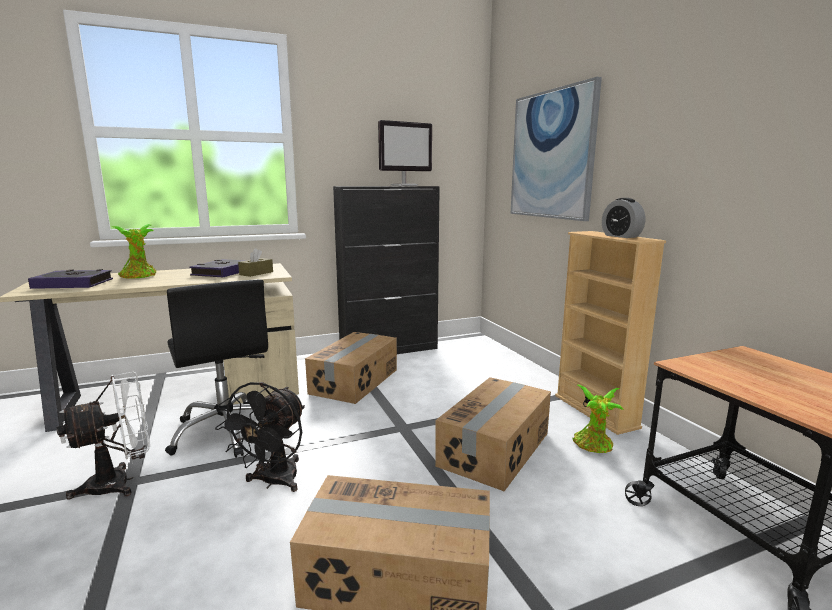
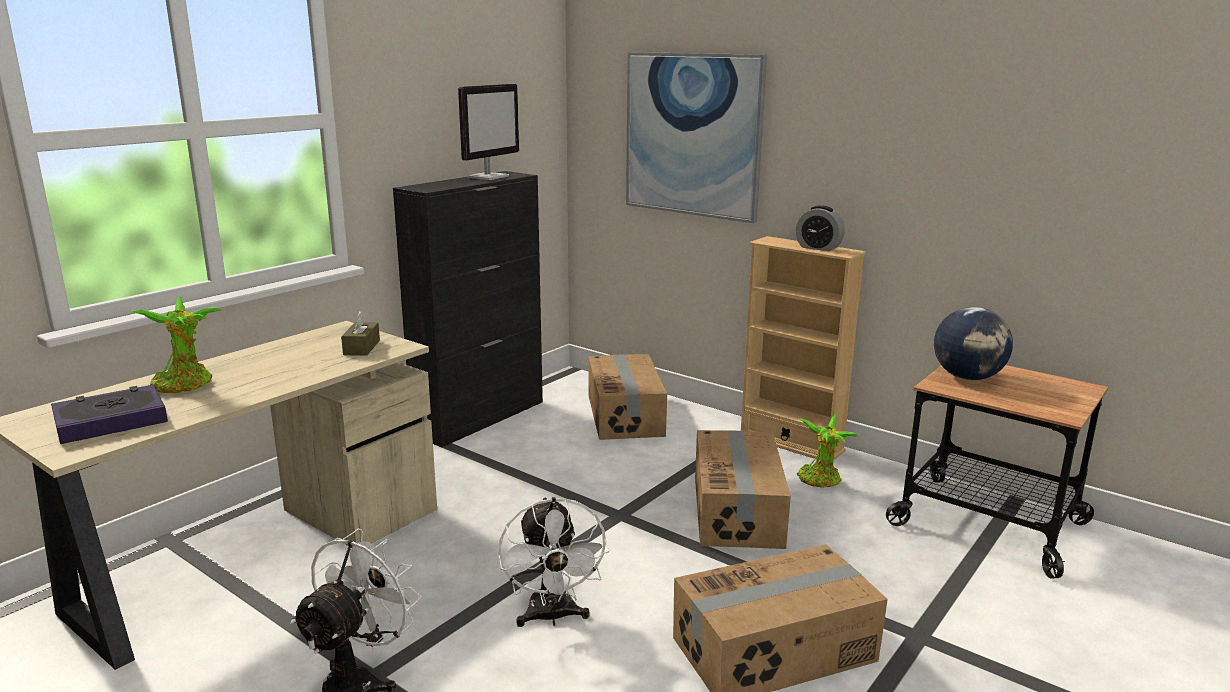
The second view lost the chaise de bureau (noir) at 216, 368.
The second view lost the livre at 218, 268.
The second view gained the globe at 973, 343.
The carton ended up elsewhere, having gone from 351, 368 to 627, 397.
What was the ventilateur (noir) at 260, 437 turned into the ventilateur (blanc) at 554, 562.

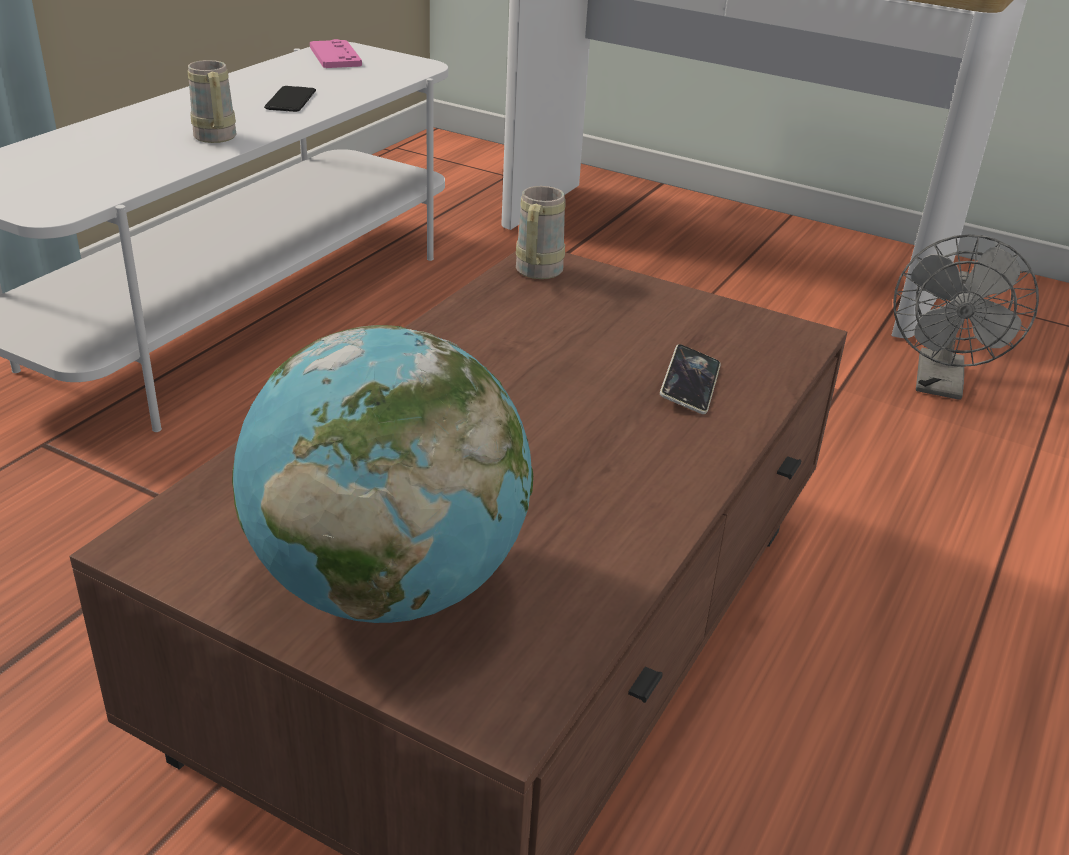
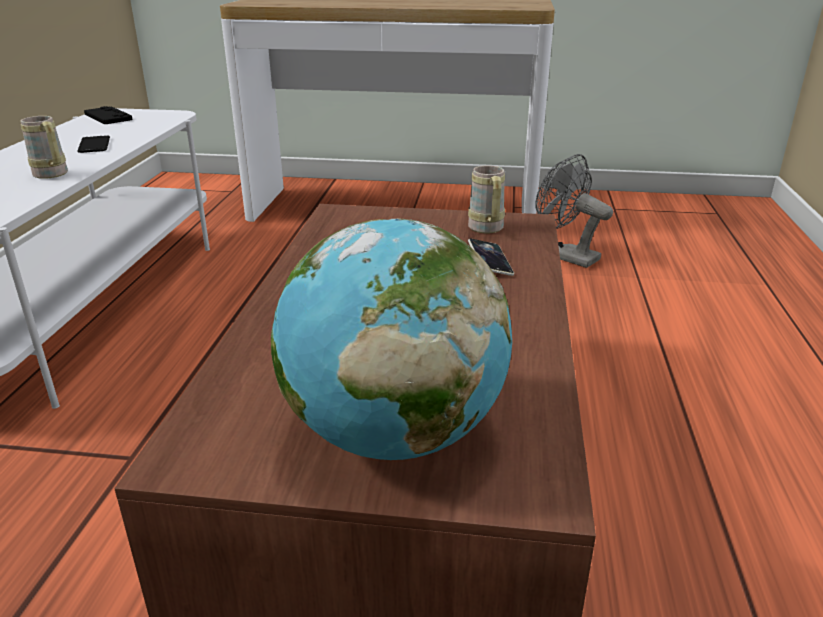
The mug (beige) ended up elsewhere, having gone from 540, 232 to 486, 199.
What was the manette (rose) at 336, 53 turned into the manette (noir) at 108, 115.
The ventilateur (gris) at 966, 317 ended up facing another way, 135 degrees clockwise from before.

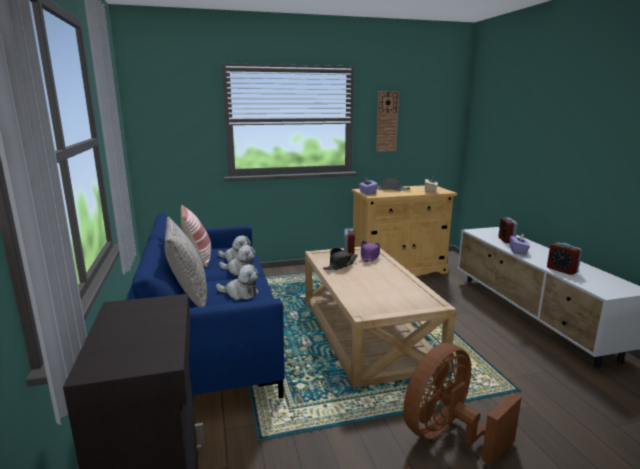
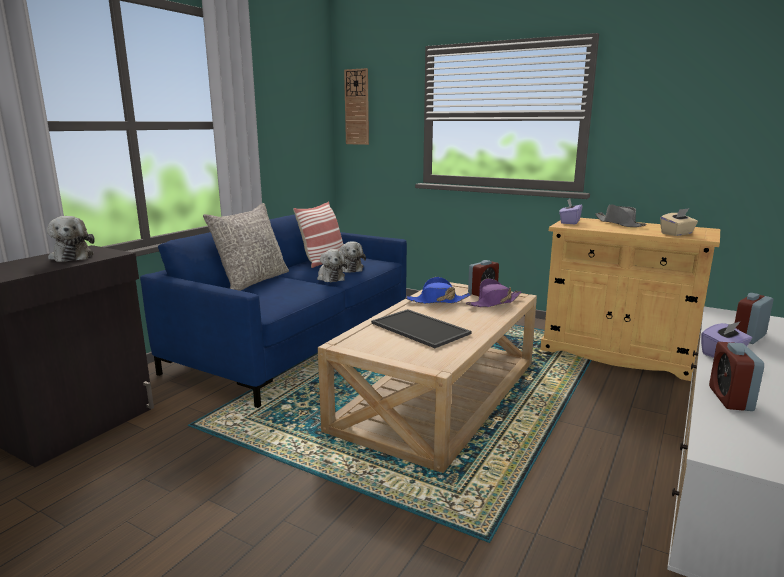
The second view lost the ventilateur (marron) at 462, 404.
The second view gained the plateau at 421, 328.
The peluche ended up elsewhere, having gone from 237, 282 to 71, 239.
The horloge murale ended up elsewhere, having gone from 387, 121 to 356, 106.
What was the chapeau (noir) at 340, 259 turned into the chapeau (bleu) at 438, 290.

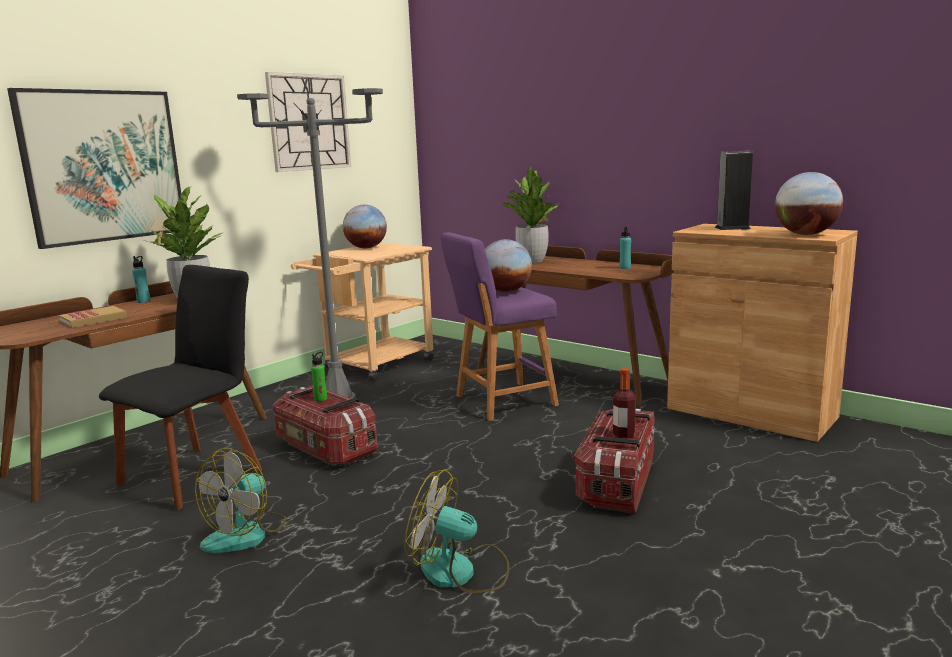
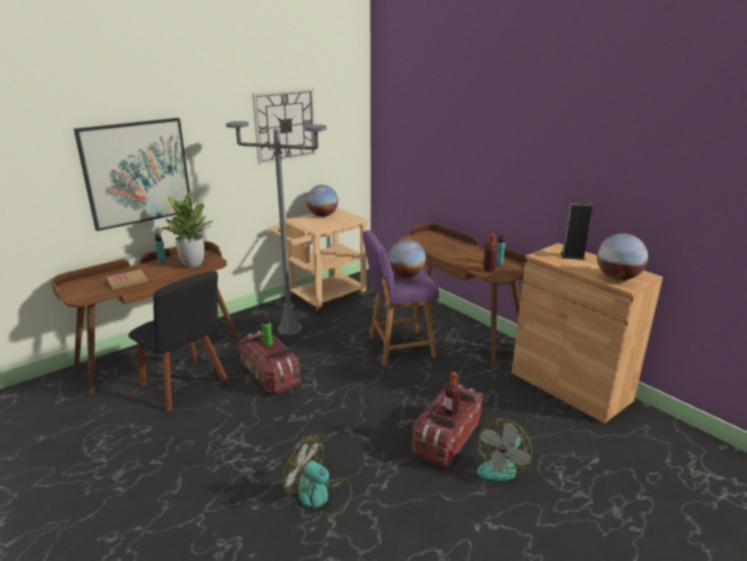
The second view lost the plante en pot at 530, 215.
The second view gained the bouteille at 490, 253.
The ventilateur ended up elsewhere, having gone from 240, 500 to 504, 449.
The chaise (noir) at 180, 387 ended up facing another way, 90 degrees clockwise from before.

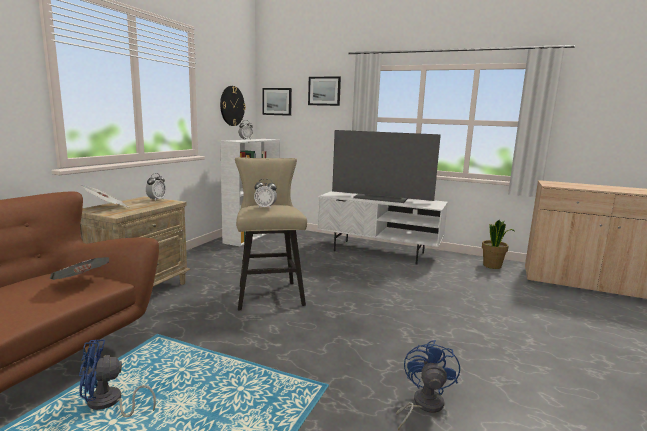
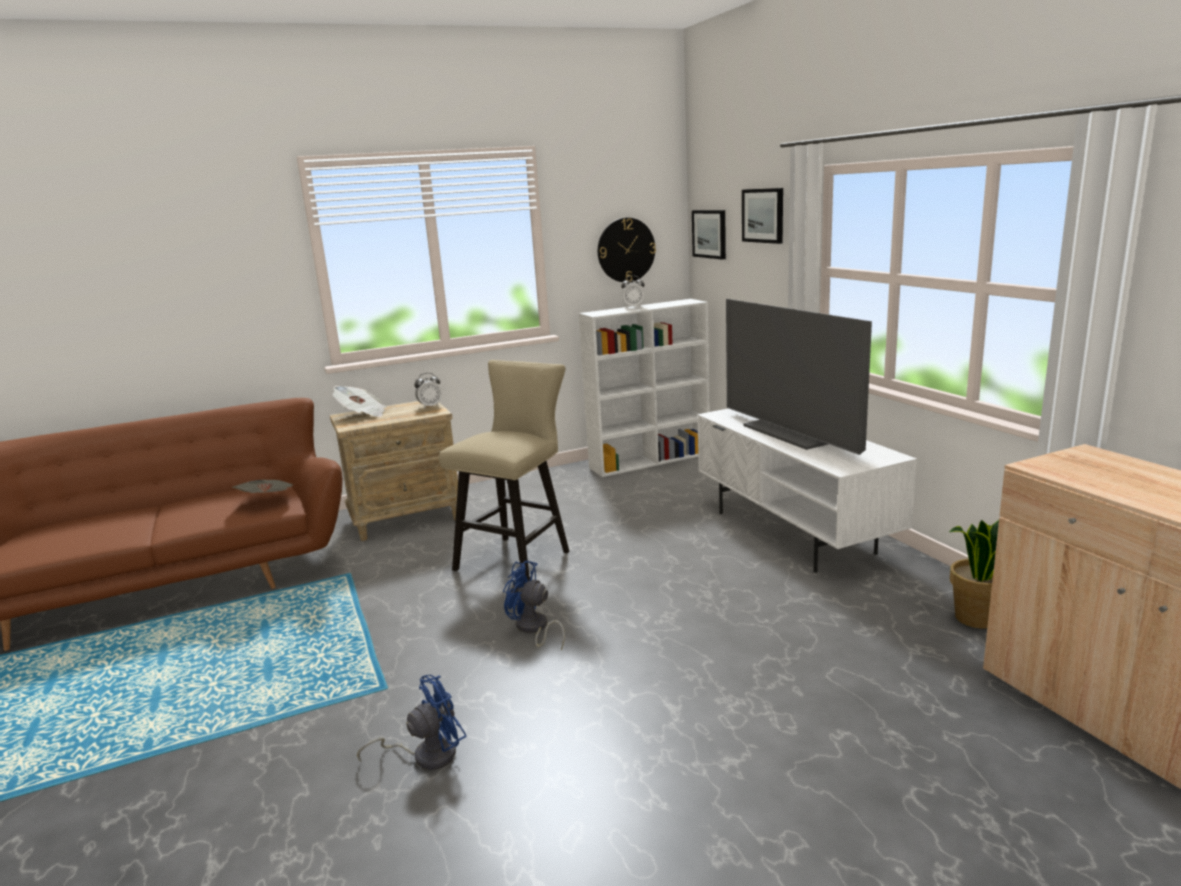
The second view lost the réveil at 265, 193.
The ventilateur (bleu) ended up elsewhere, having gone from 117, 378 to 534, 605.

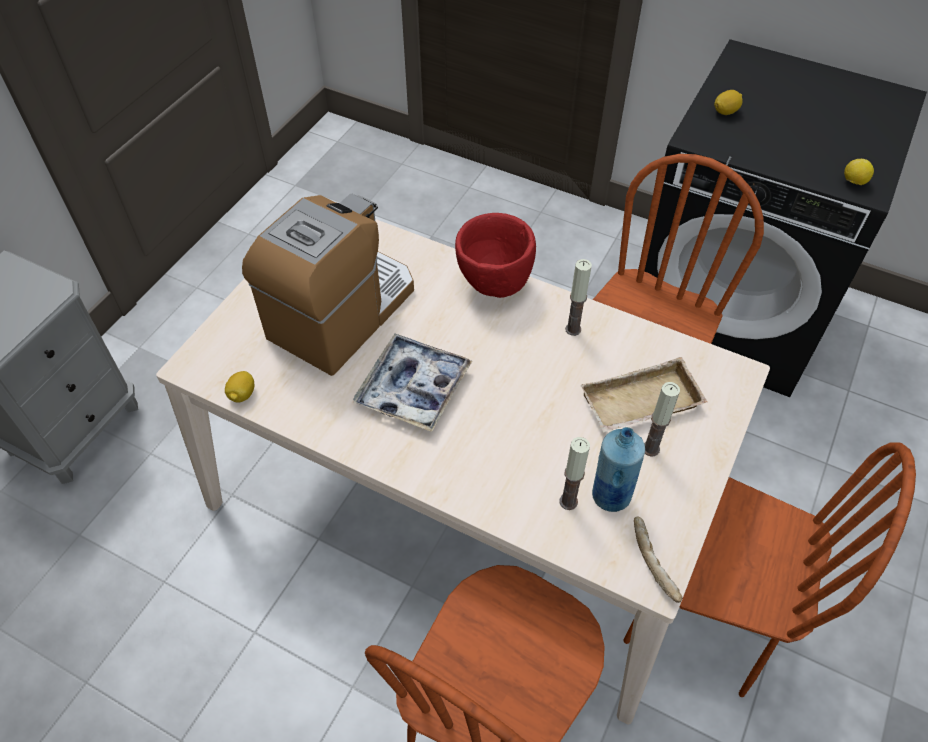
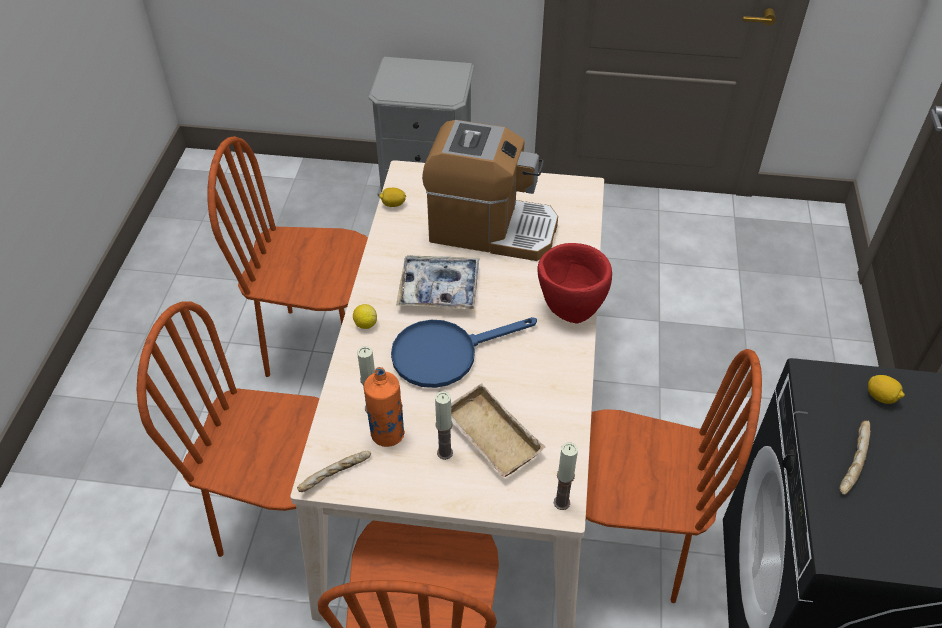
The second view gained the chaise (marron) at 288, 256.
The second view gained the poêle (bleu) at 464, 352.
The second view gained the pain at 855, 458.
The bougie ended up elsewhere, having gone from 578, 297 to 566, 476.
The citron ended up elsewhere, having gone from 859, 172 to 365, 316.
What was the bouteille (bleu) at 618, 469 turned into the bouteille (orange) at 384, 407.

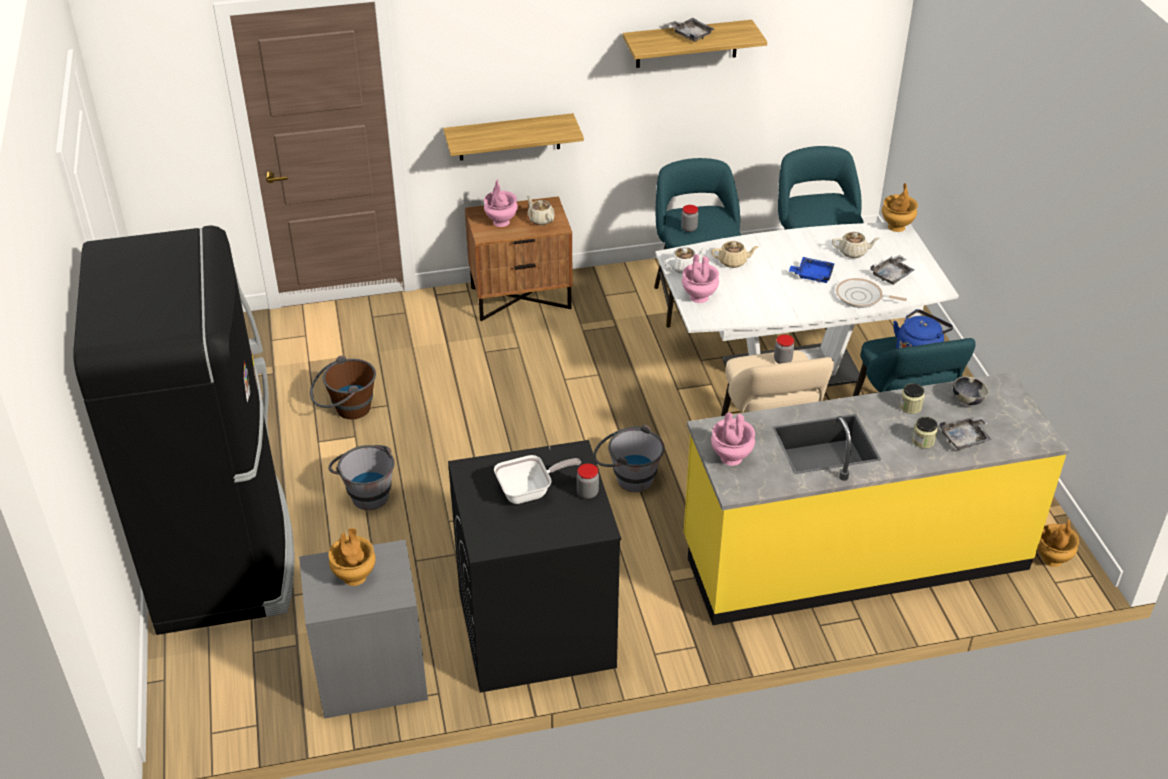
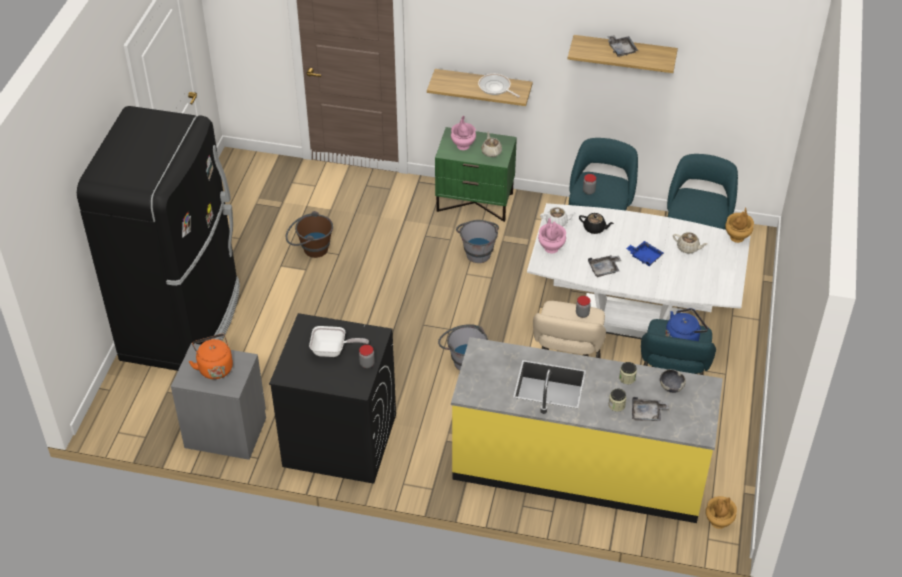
The second view lost the vase (rose) at 733, 439.
The seau (gris) ended up elsewhere, having gone from 362, 477 to 477, 241.
The poêle ended up elsewhere, having gone from 871, 293 to 499, 85.
The plateau (gris) ended up elsewhere, having gone from 892, 270 to 604, 266.
Where the vase (marron) stood at 352, 557, the bouilloire (orange) came to stand at 211, 356.
What was the table de chevet (marron) at 519, 258 turned into the table de chevet (vert) at 476, 174.
What was the théière (beige) at 735, 254 turned into the théière (noir) at 596, 223.

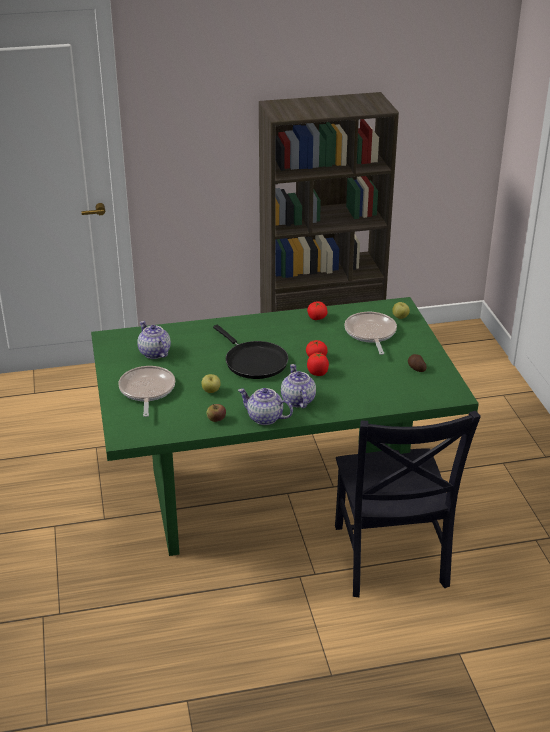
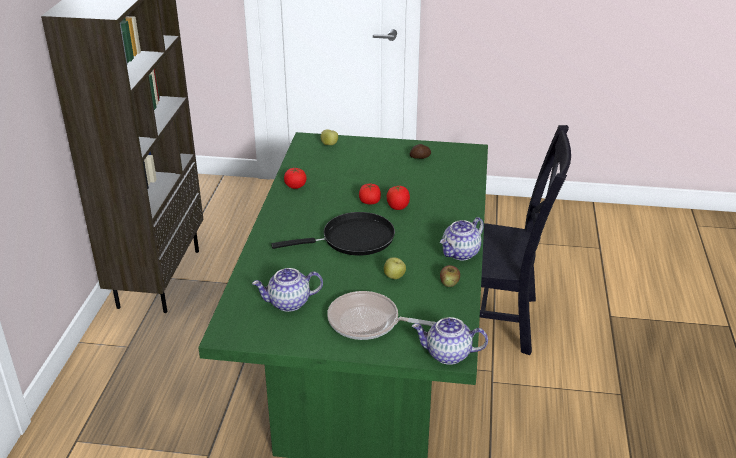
The second view lost the poêle at 371, 333.
The théière ended up elsewhere, having gone from 298, 386 to 450, 341.

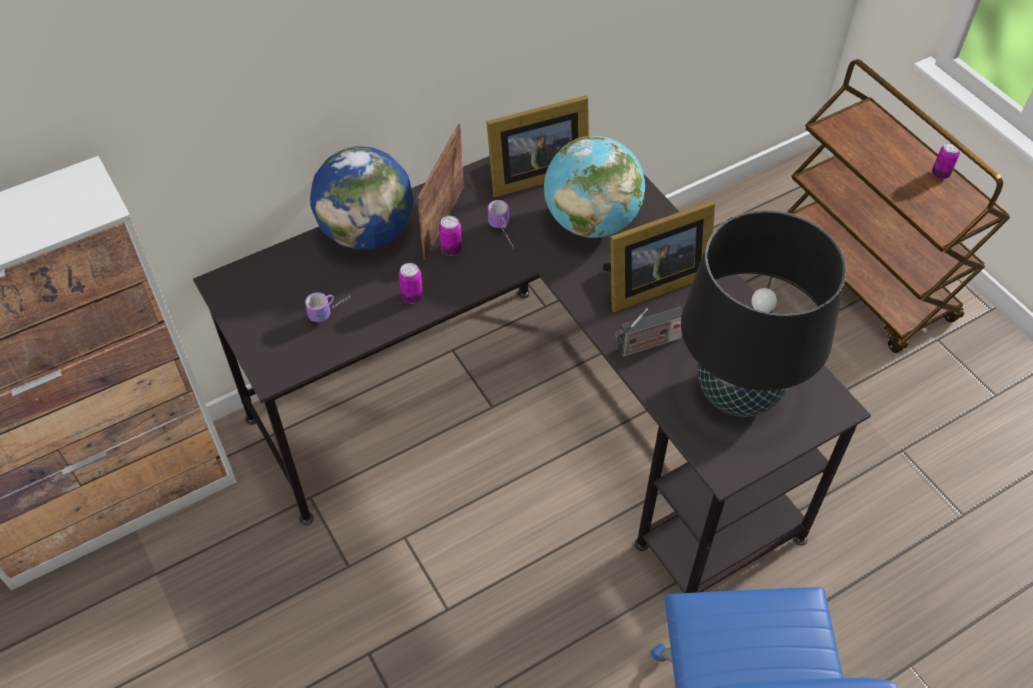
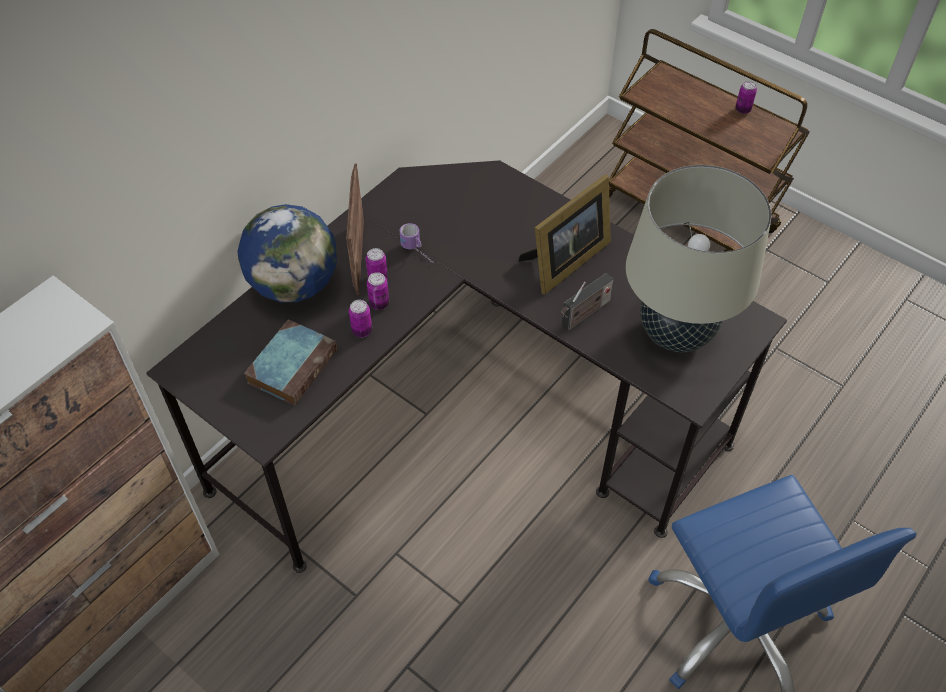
The second view lost the cadre photo at 537, 146.
The second view lost the globe at 594, 187.
The second view gained the boîte métallique at 378, 291.
Where the mug stood at 327, 307, the livre came to stand at 291, 362.
What was the lampe de table (noir) at 763, 313 turned into the lampe de table (beige) at 698, 258.

